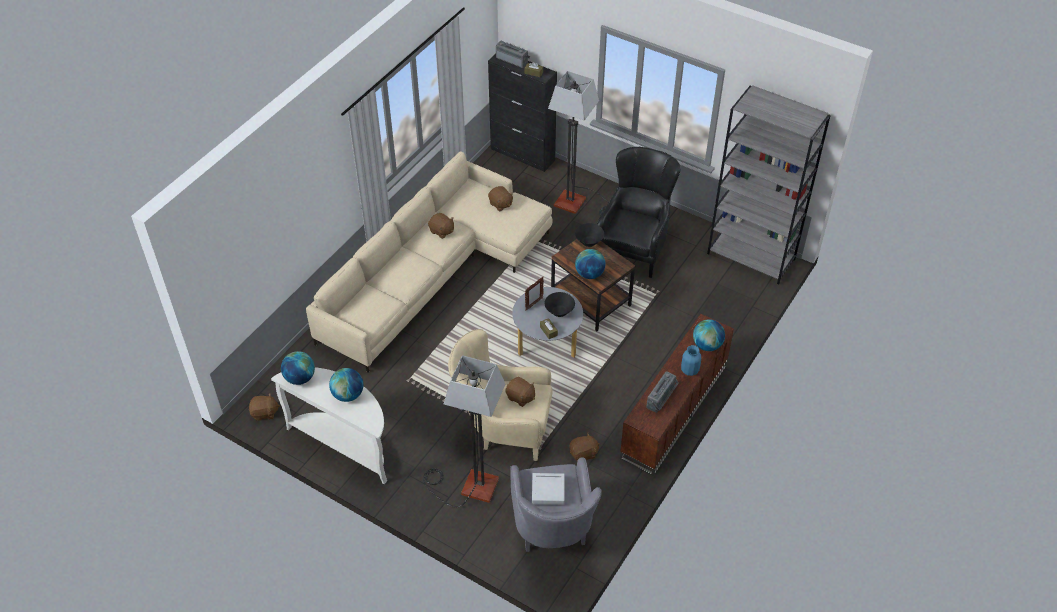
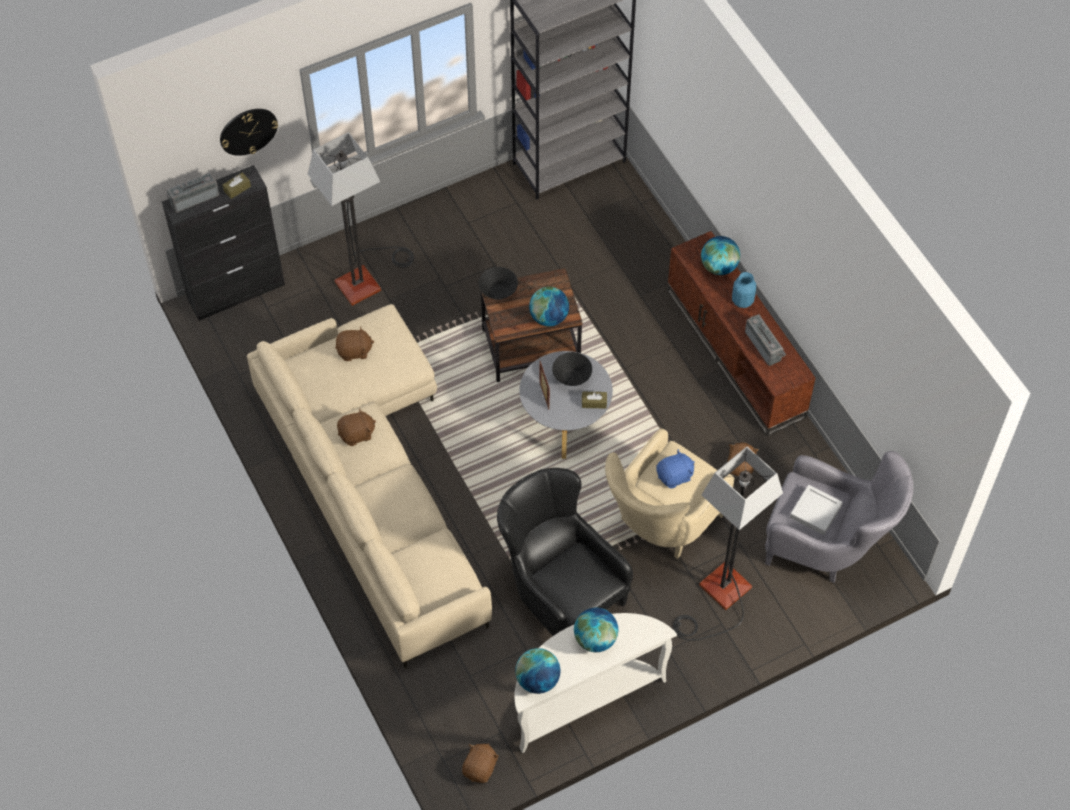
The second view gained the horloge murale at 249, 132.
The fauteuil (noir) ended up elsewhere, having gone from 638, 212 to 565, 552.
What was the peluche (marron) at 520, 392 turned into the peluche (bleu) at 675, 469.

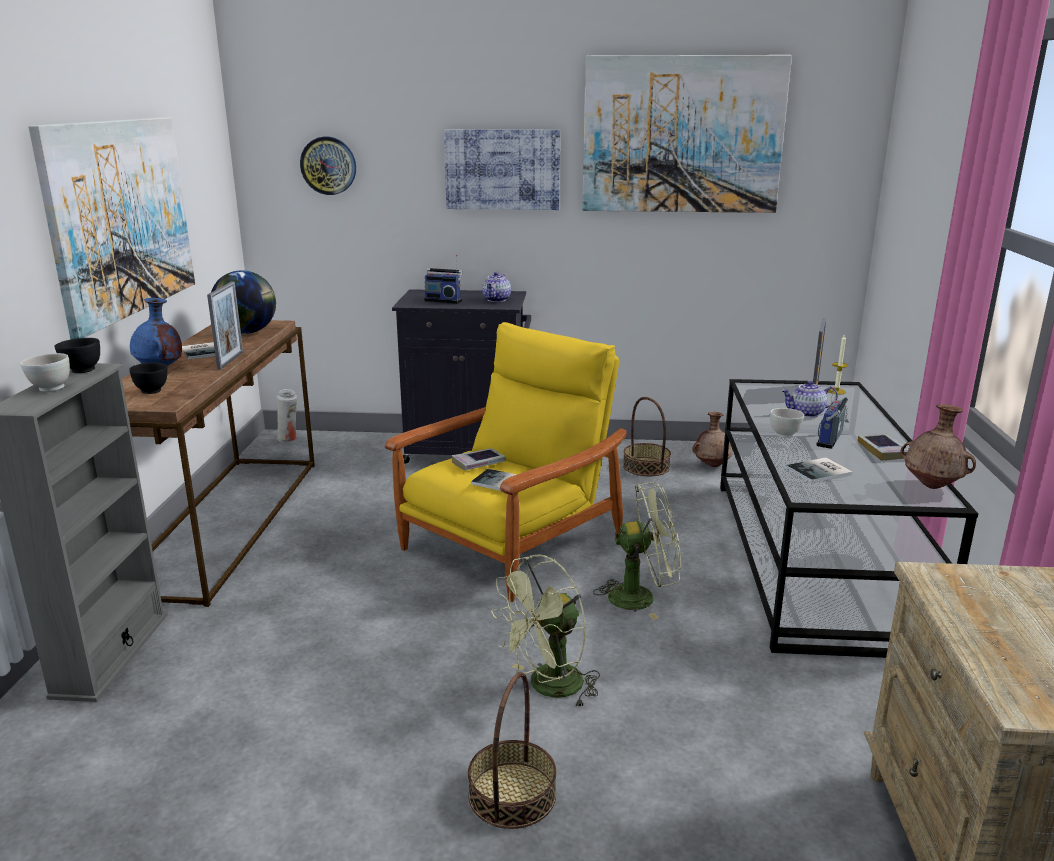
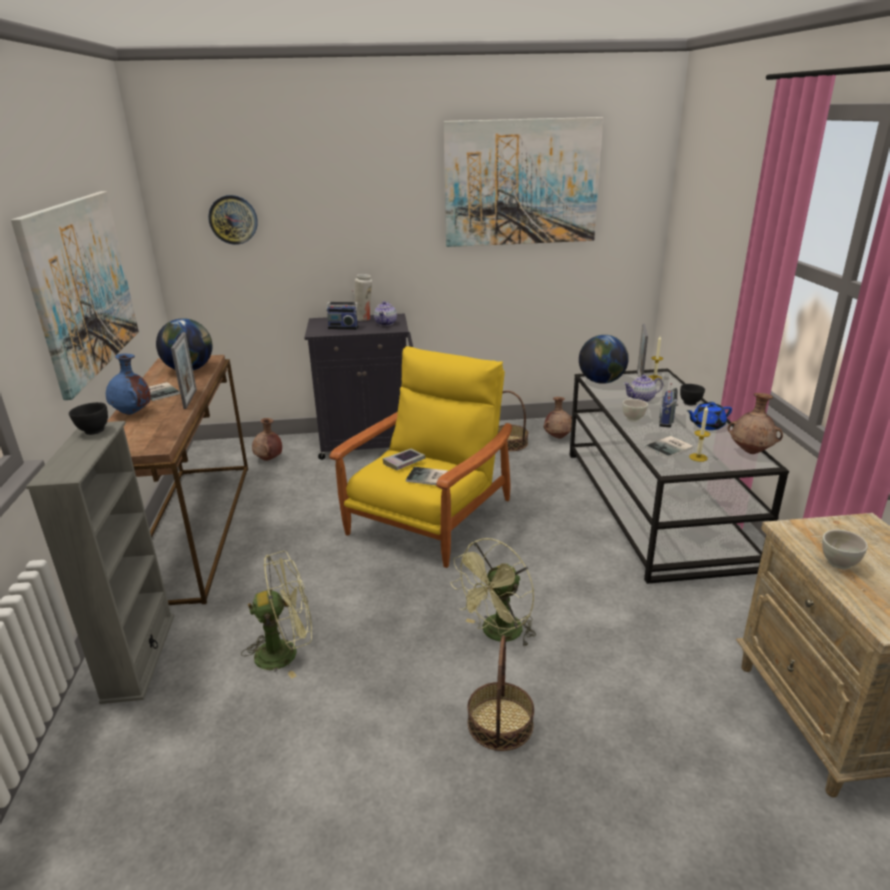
The second view lost the tableau at 502, 169.
The second view gained the vase (marron) at 267, 439.
The second view gained the globe at 604, 359.
The second view gained the bougie at 699, 434.
The bol (blanc) ended up elsewhere, having gone from 45, 372 to 845, 549.
The bol (noir) ended up elsewhere, having gone from 148, 378 to 692, 394.
The vase (blanc) ended up elsewhere, having gone from 286, 415 to 363, 297.
The ventilateur (vert) ended up elsewhere, having gone from 637, 551 to 276, 615.
Where the livre stood at 883, 447, the théière (bleu) came to stand at 709, 416.

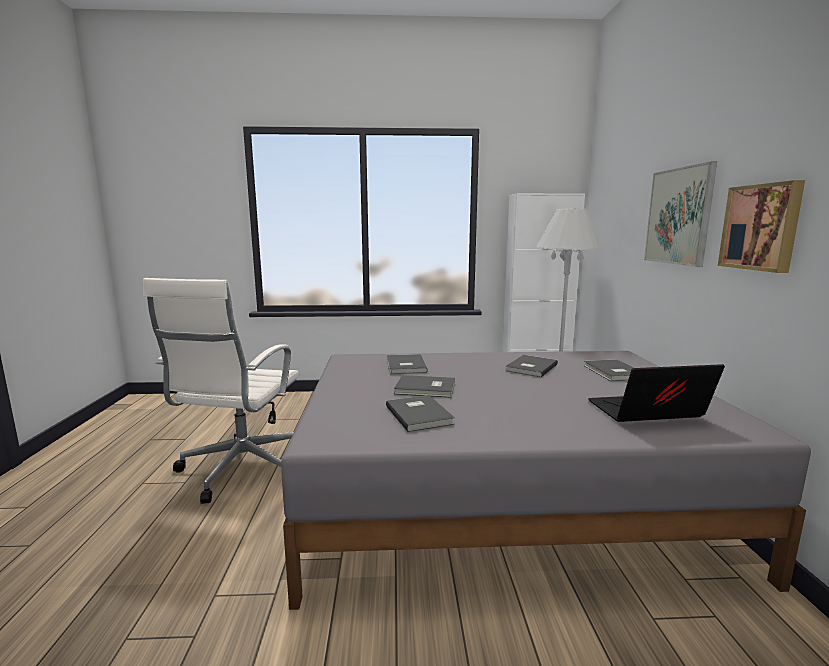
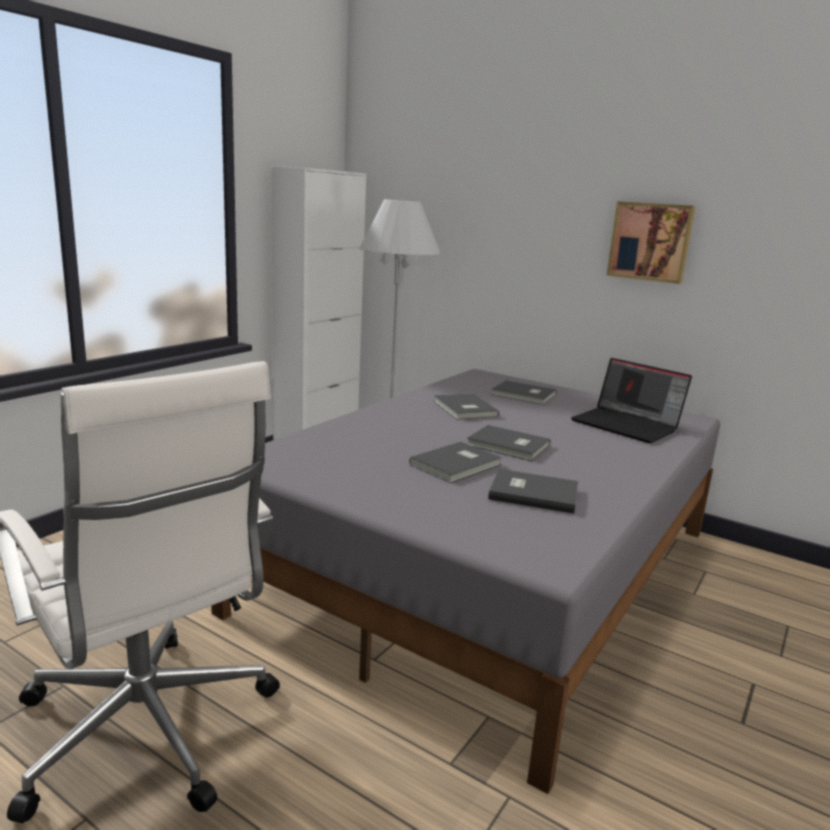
The second view lost the tableau at 680, 214.
The livre (gris) ended up elsewhere, having gone from 407, 364 to 508, 443.
The ordinateur portable at 656, 393 ended up facing another way, 75 degrees counterclockwise from before.

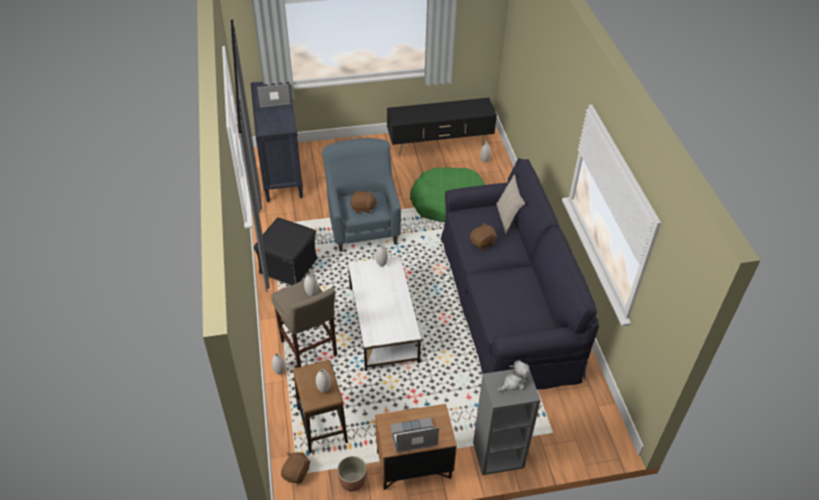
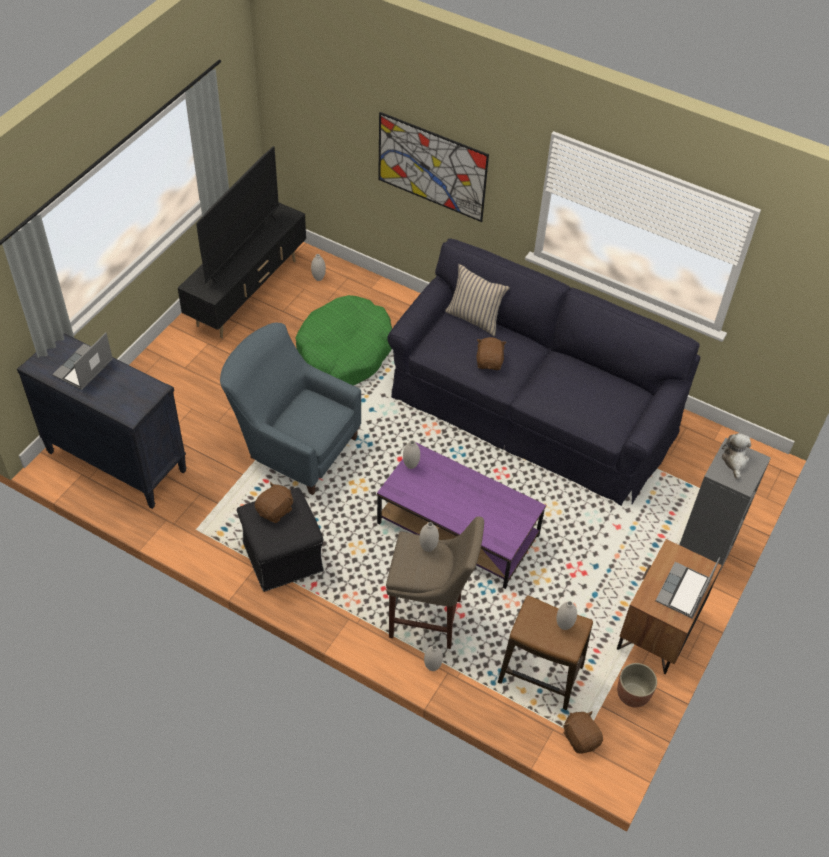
The second view gained the téléviseur at 237, 215.
The second view gained the tableau at 433, 167.
The peluche (marron) ended up elsewhere, having gone from 364, 201 to 273, 502.
What was the table basse (blanc) at 384, 313 turned into the table basse (violet) at 461, 515.

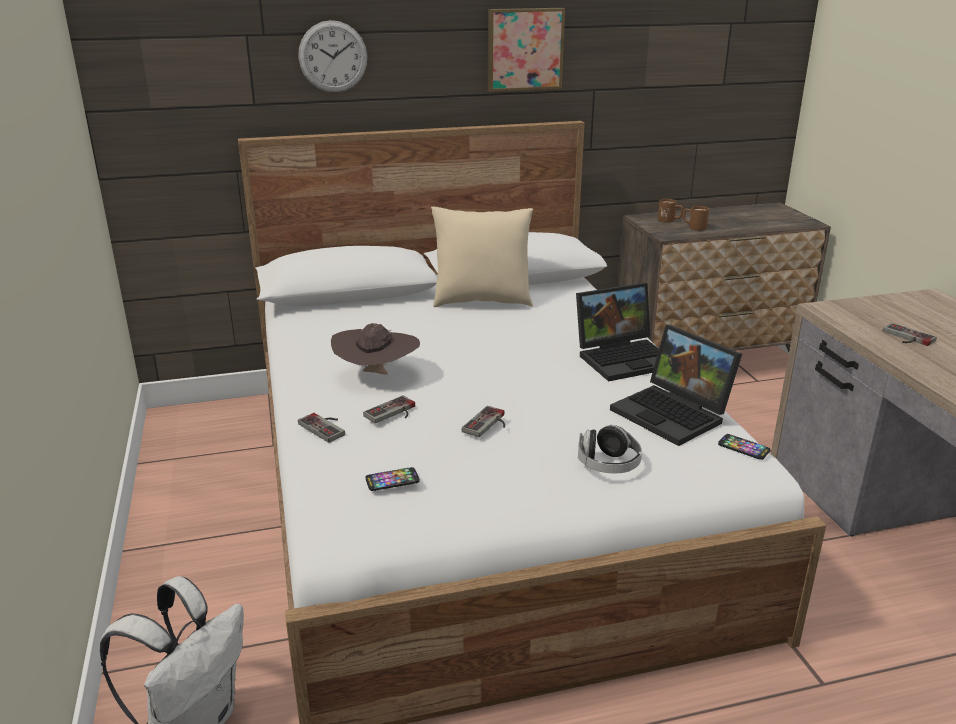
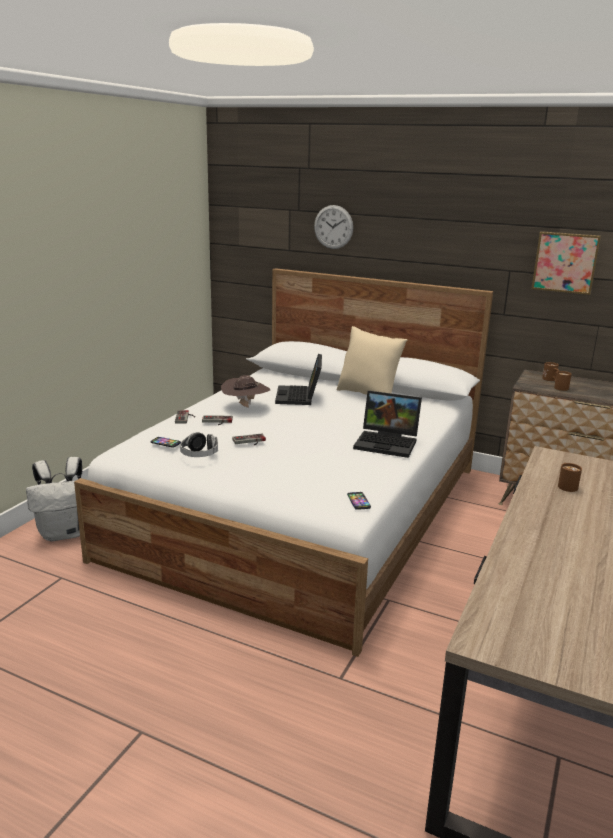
The tableau ended up elsewhere, having gone from 526, 50 to 566, 263.
The casque audio ended up elsewhere, having gone from 610, 449 to 199, 444.
The ordinateur portable ended up elsewhere, having gone from 676, 385 to 298, 379.
Where the manette stood at 909, 334, the mug (marron) came to stand at 570, 477.

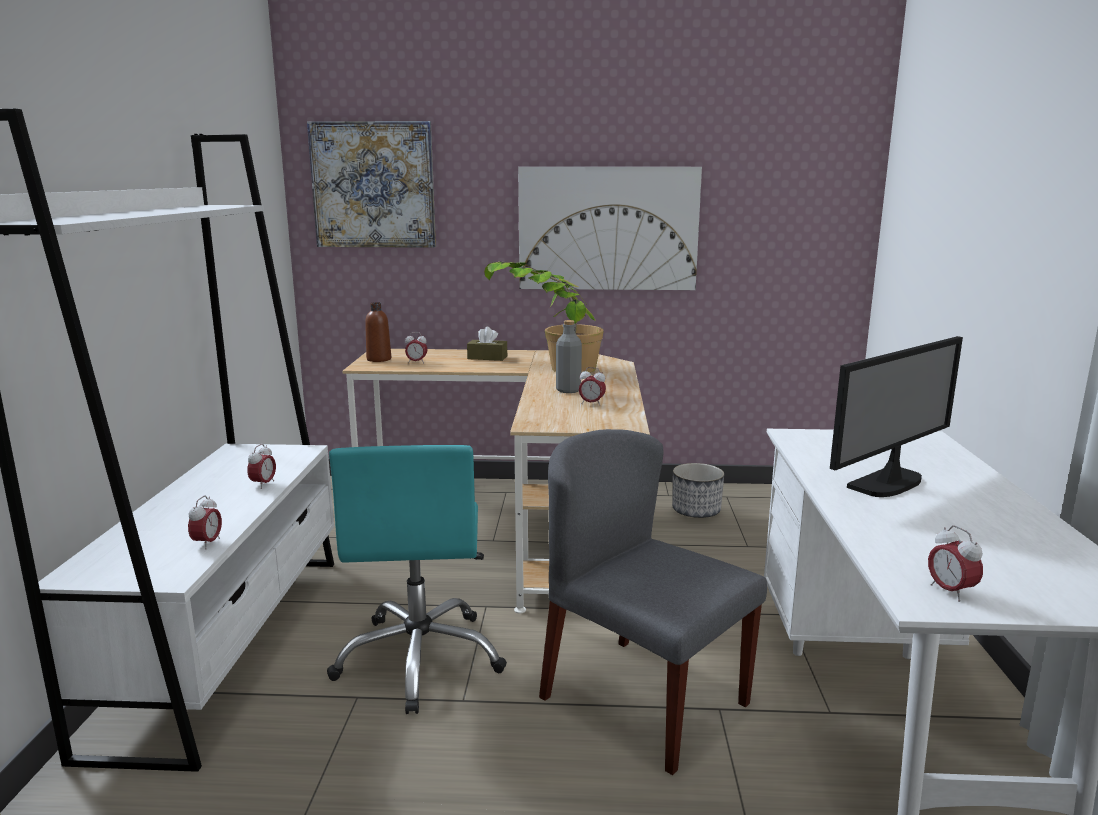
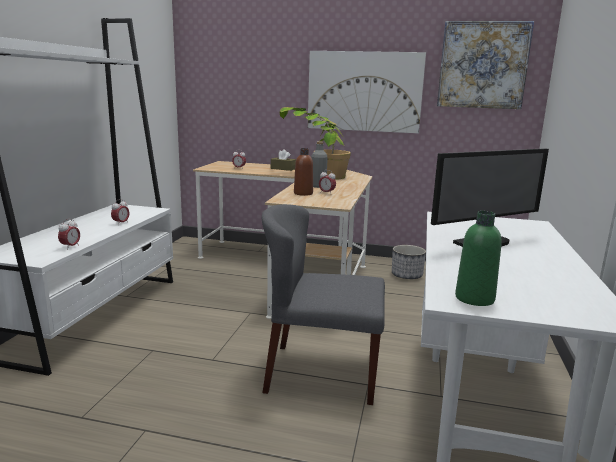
The second view lost the chaise de bureau (turquoise) at 417, 579.
The tableau ended up elsewhere, having gone from 371, 184 to 485, 65.
The bouteille (marron) ended up elsewhere, having gone from 378, 332 to 303, 172.
Where the réveil stood at 955, 563, the bouteille (vert) came to stand at 478, 258.
The chaise (gris) at 653, 602 ended up facing another way, 45 degrees counterclockwise from before.

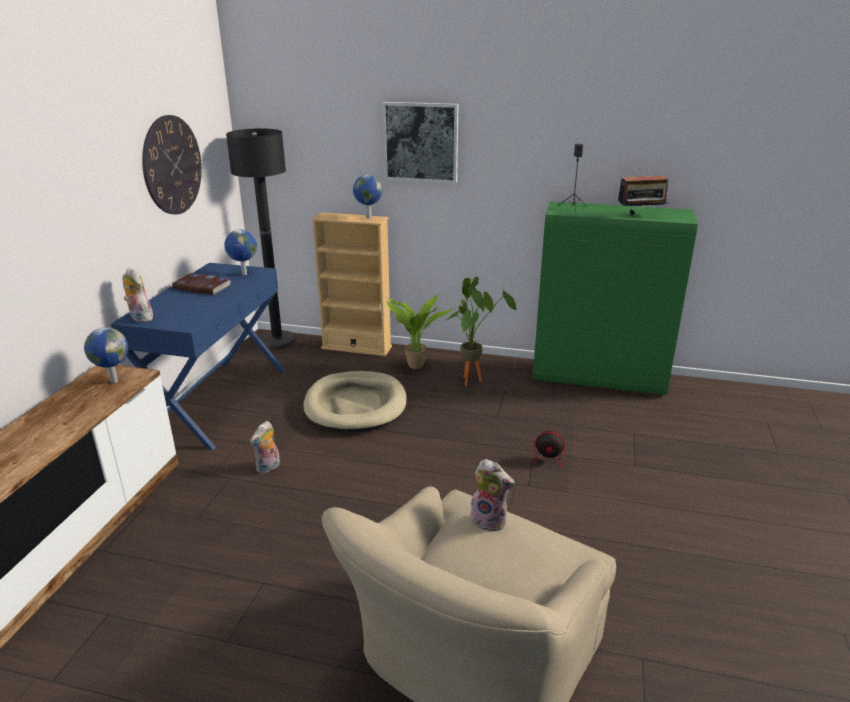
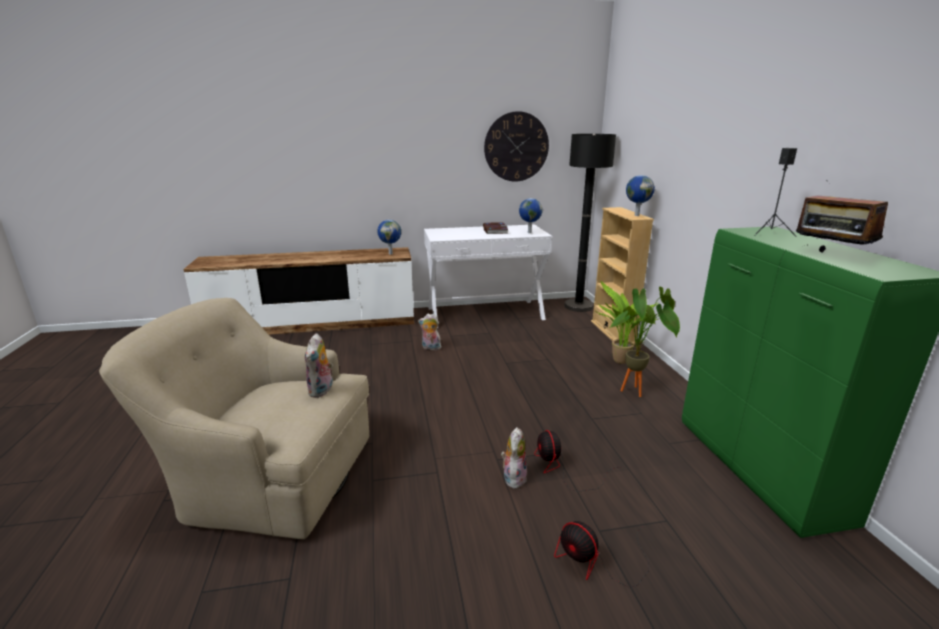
The second view lost the panier pour chien (beige) at 355, 401.
The second view lost the tableau at 420, 142.
The second view gained the ventilateur at 601, 554.
The peluche ended up elsewhere, having gone from 138, 295 to 514, 458.
What was the table console (bleu) at 198, 356 turned into the table console (blanc) at 488, 276.

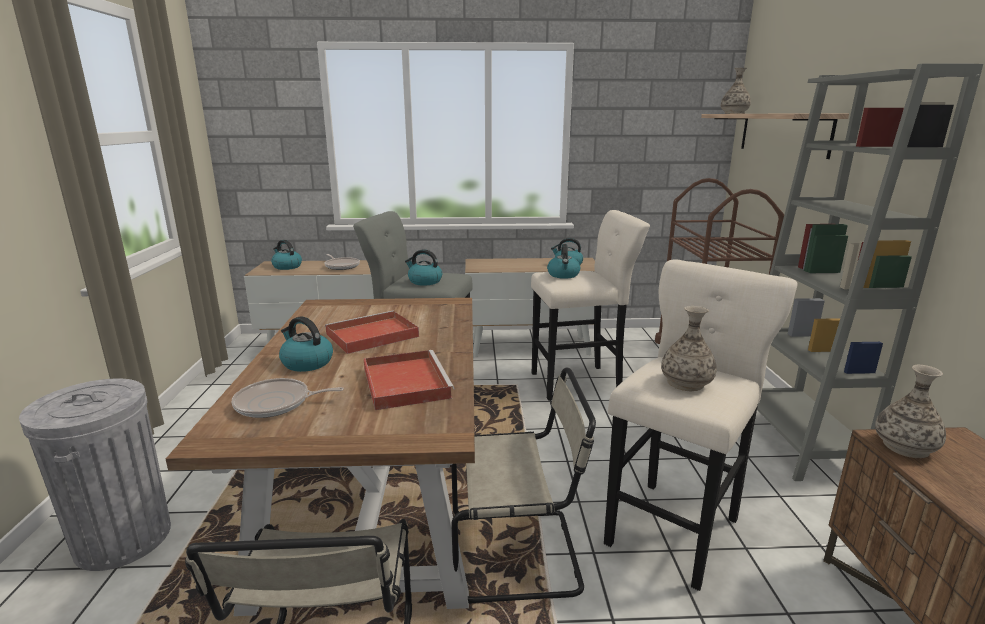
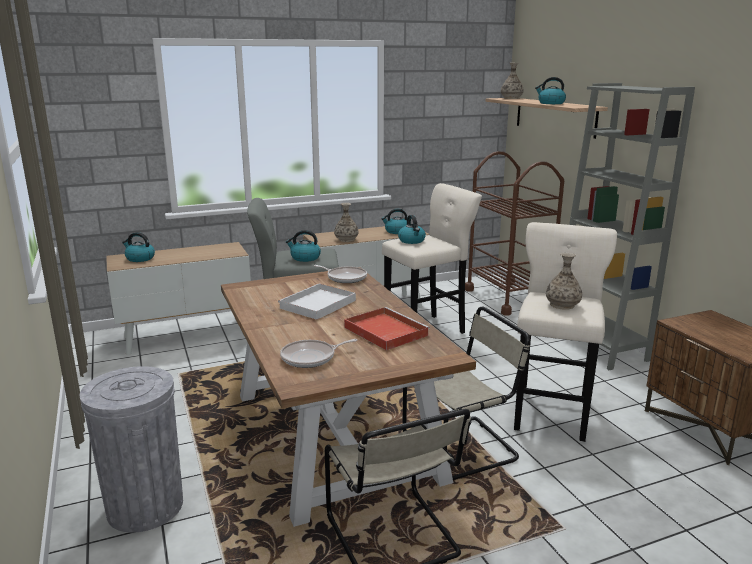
The bouilloire ended up elsewhere, having gone from 306, 344 to 550, 90.
The poêle ended up elsewhere, having gone from 342, 262 to 340, 274.
The vase ended up elsewhere, having gone from 910, 411 to 346, 222.
What was the plateau (rouge) at 372, 332 turned into the plateau (blanc) at 317, 301.

